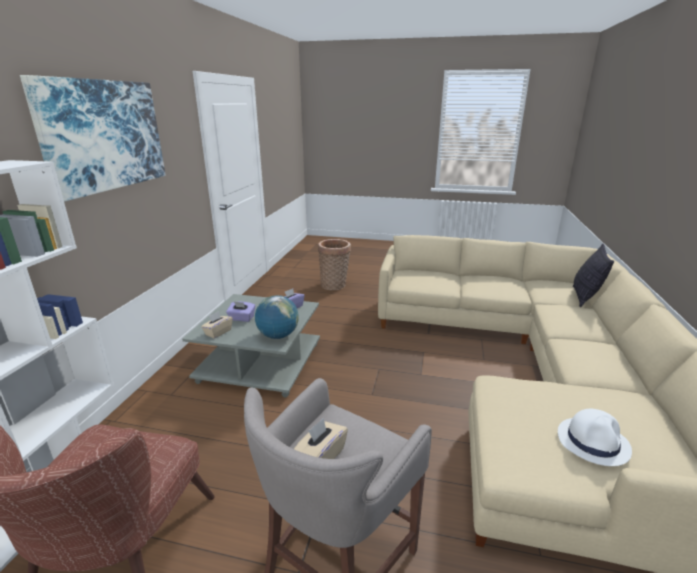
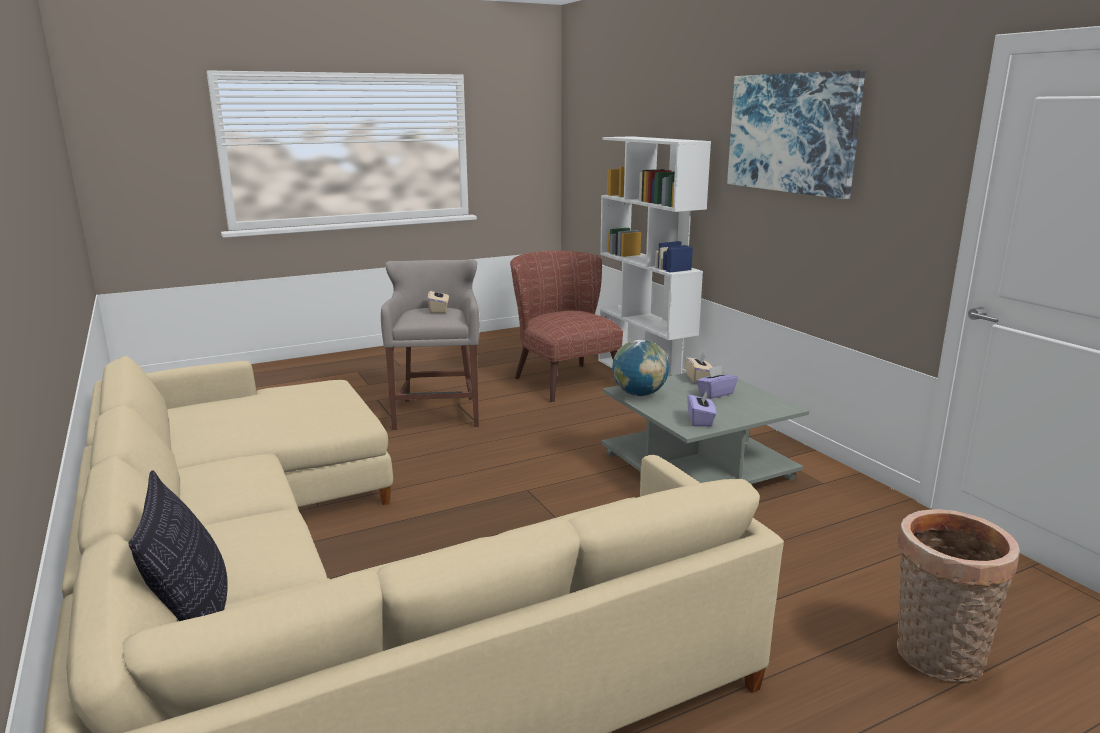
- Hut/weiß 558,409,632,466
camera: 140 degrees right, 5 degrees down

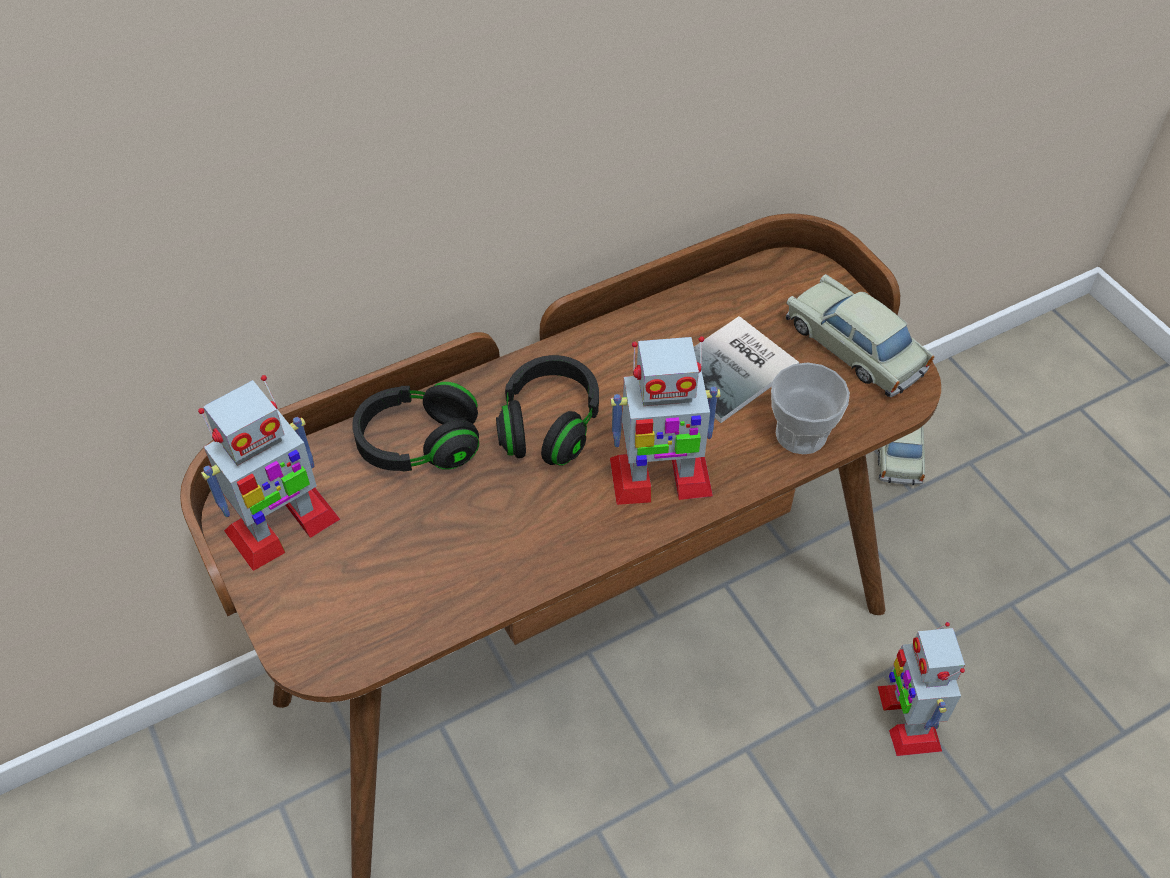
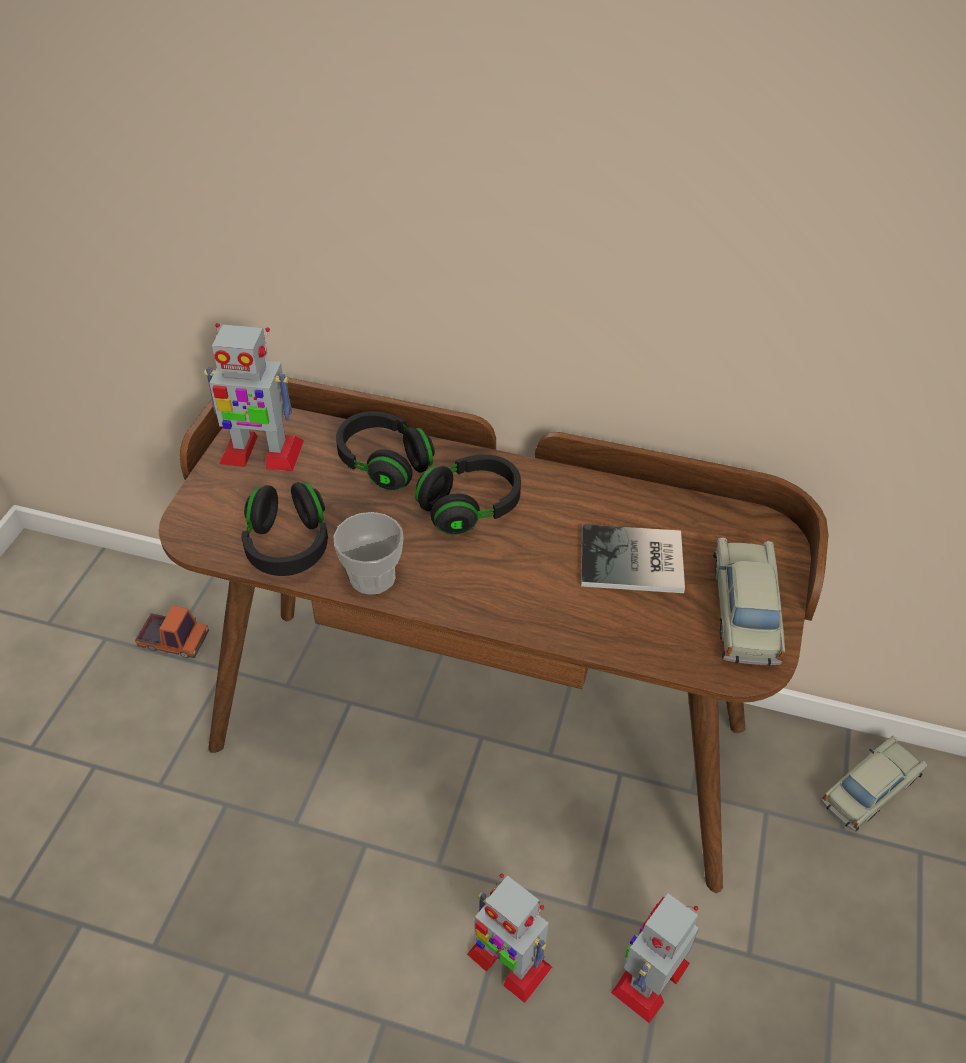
~ Spielzeugroboter 610,336,720,505 to 467,874,552,1003
~ Tasse 771,362,850,454 to 334,512,404,595
+ Kopfhörer/schwarz 241,482,328,576
+ Spielzeuglaster 135,606,209,658
camera: 45 degrees right, 5 degrees down

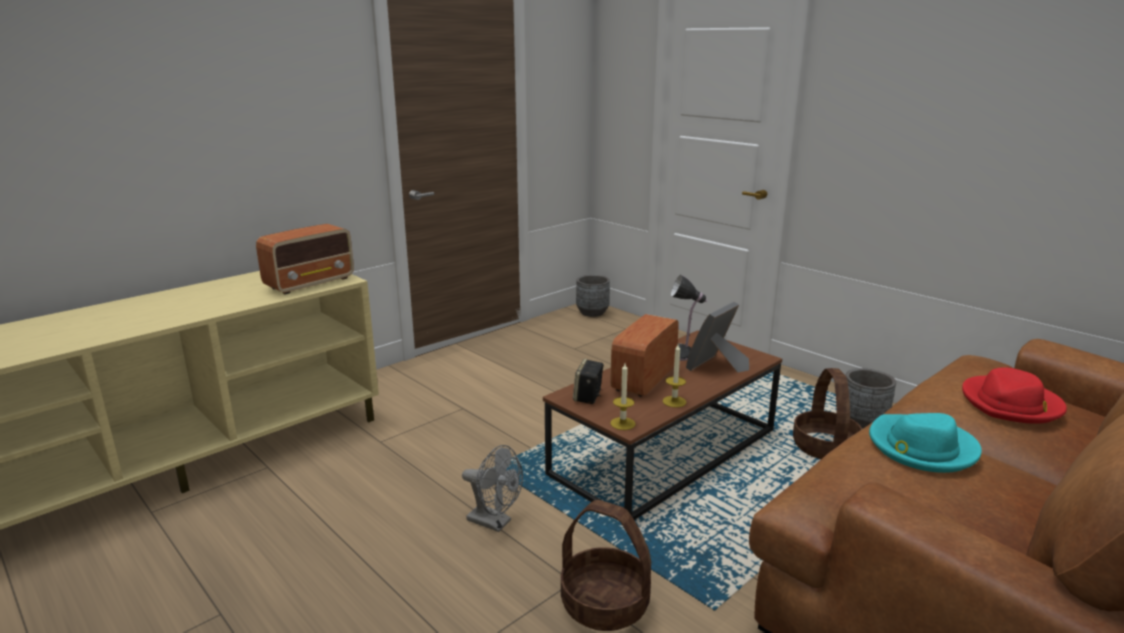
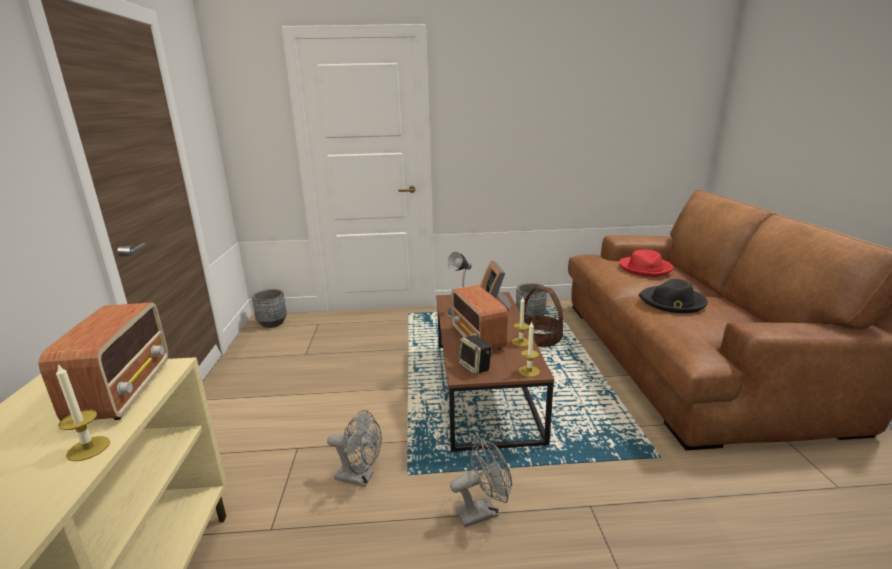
~ Hut/türkis 869,413,982,473 to Hut/schwarz 639,279,708,313
- Korb 561,500,651,631
+ Kerze 56,364,110,461
+ Ventilator/grau 327,410,382,487
camera: 50 degrees left, 0 degrees up

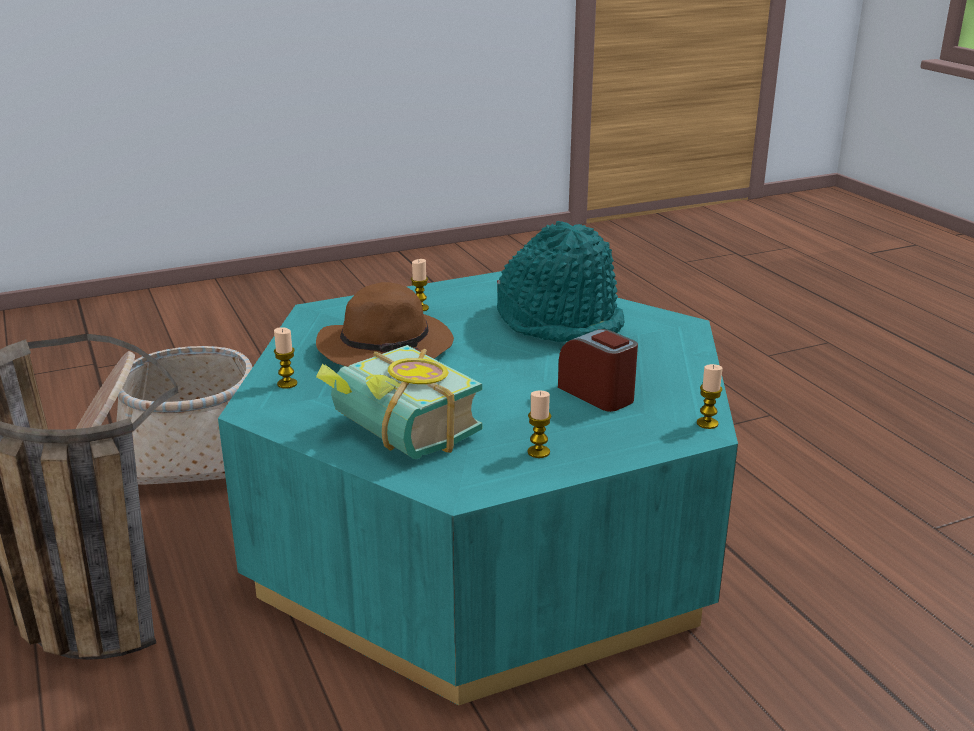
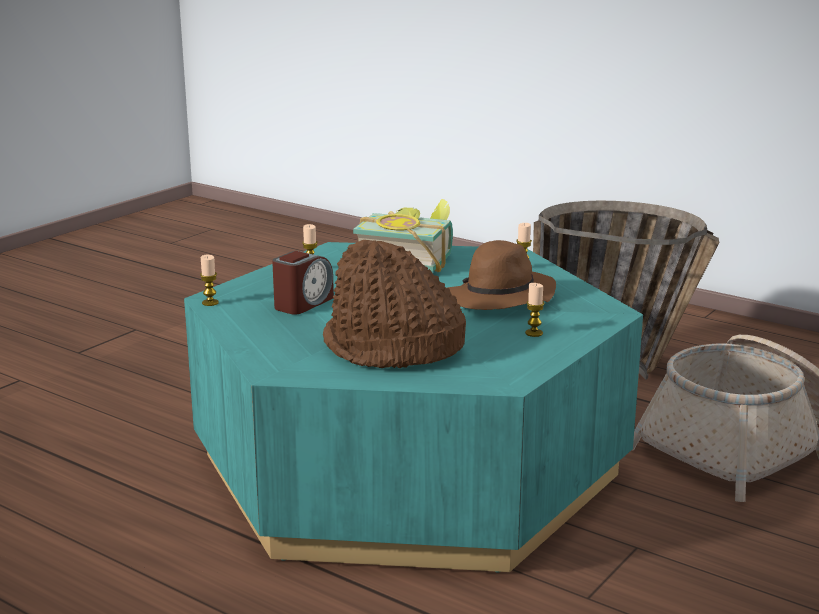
~ Hut/türkis 497,221,625,342 to Hut/braun 323,240,466,368
~ Wecker 558,329,638,412 = 272,251,334,315 75 degrees counterclockwise
camera: 150 degrees right, 5 degrees down

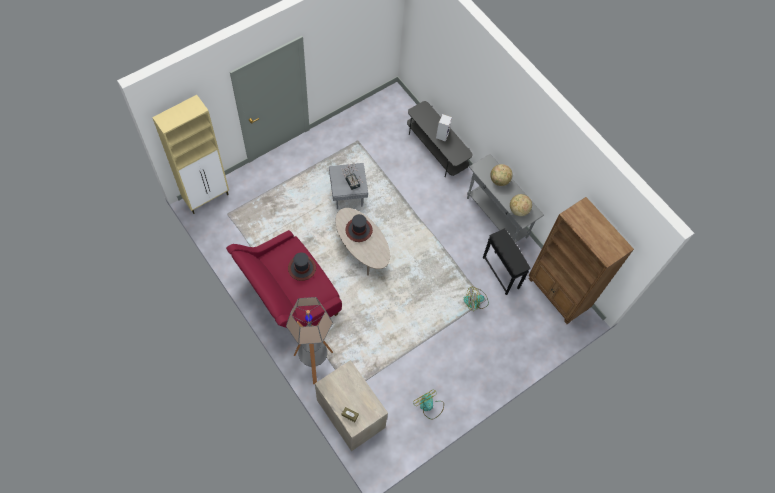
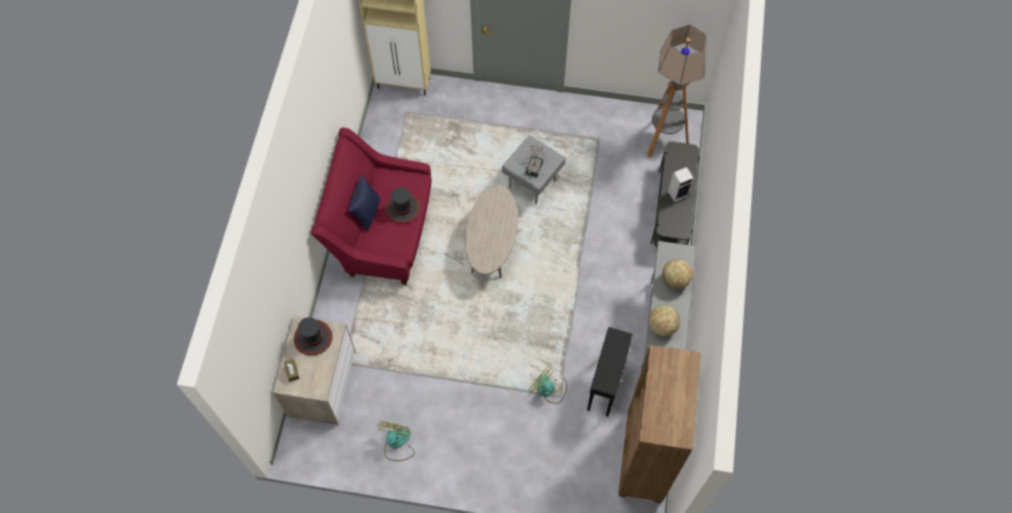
~ Hut 345,214,373,242 to 294,317,332,356
~ Stehlampe 286,297,333,384 to 647,24,707,158
+ Kissen/blau 348,175,380,232
camera: 50 degrees right, 0 degrees up

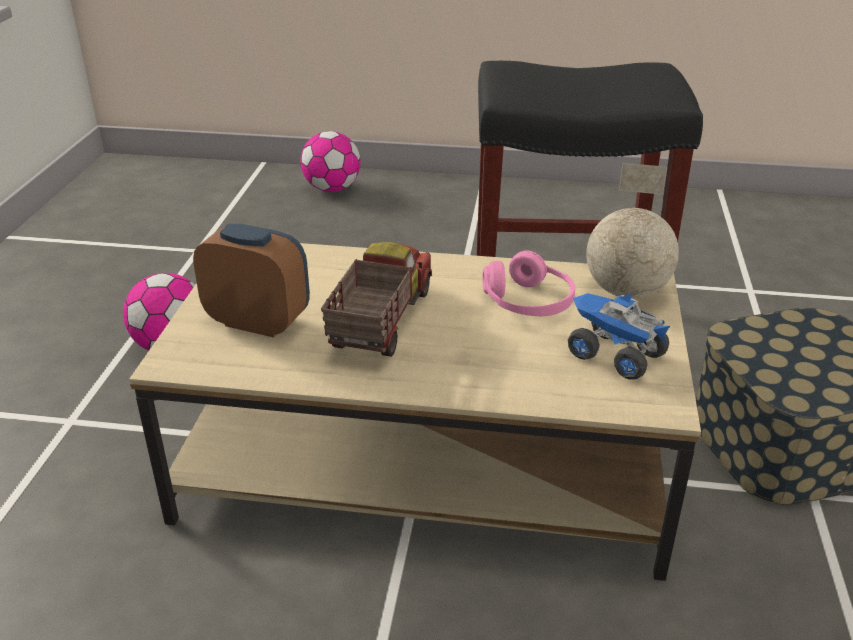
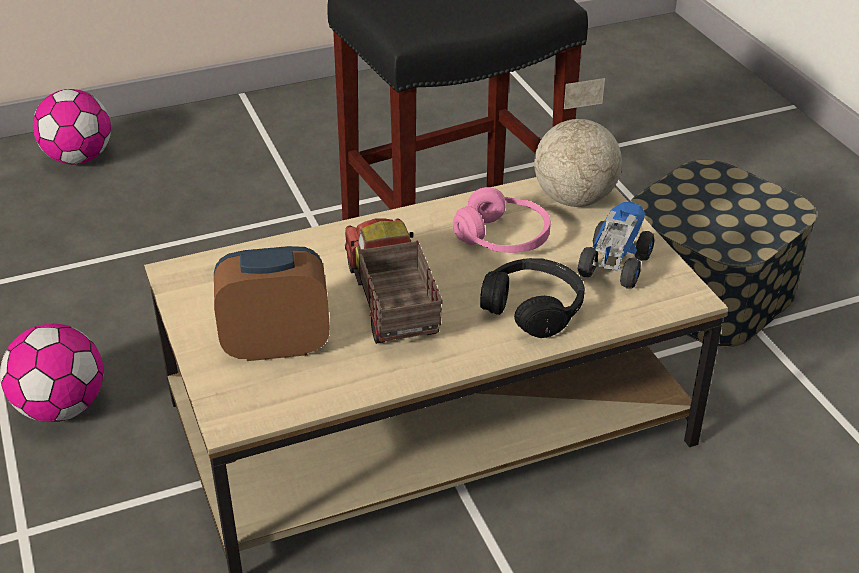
~ Spielzeuglaster 568,293,670,380 = 578,202,655,288 105 degrees clockwise
+ Kopfhörer/schwarz 480,258,585,338
camera: 30 degrees left, 5 degrees up

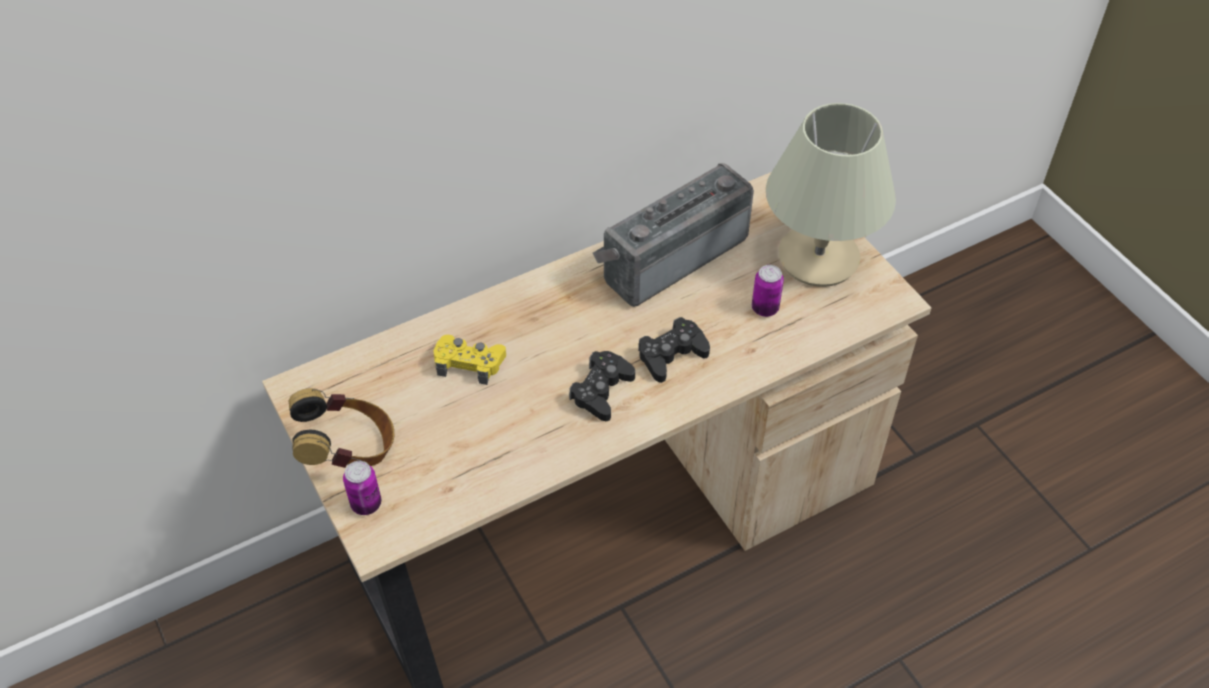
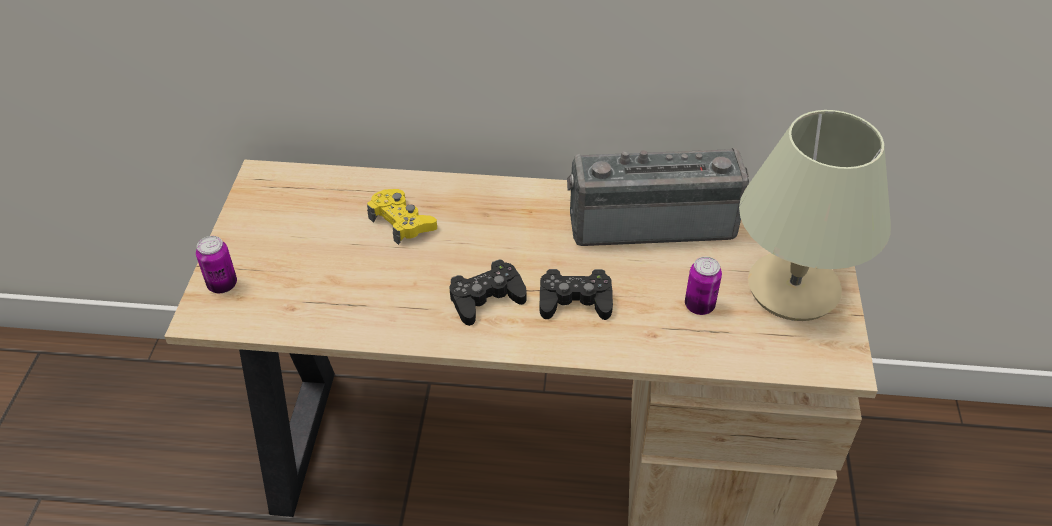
- Kopfhörer 289,388,395,468
camera: 35 degrees right, 5 degrees down

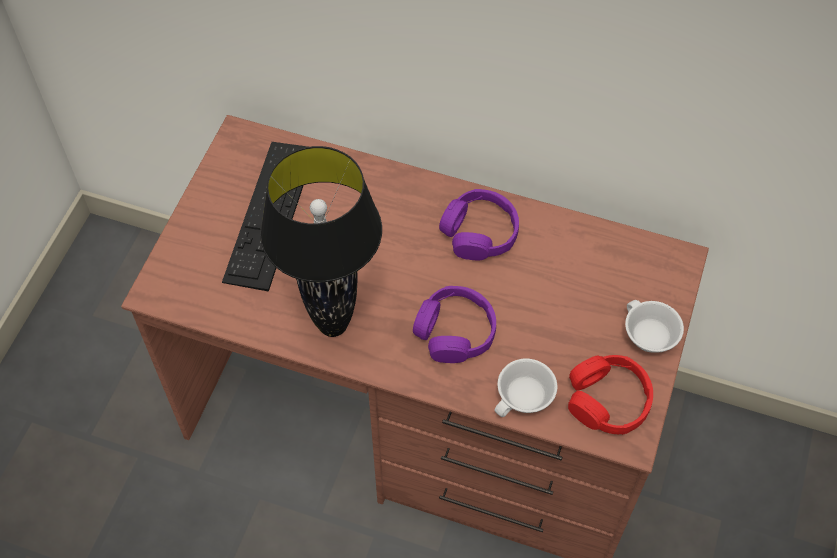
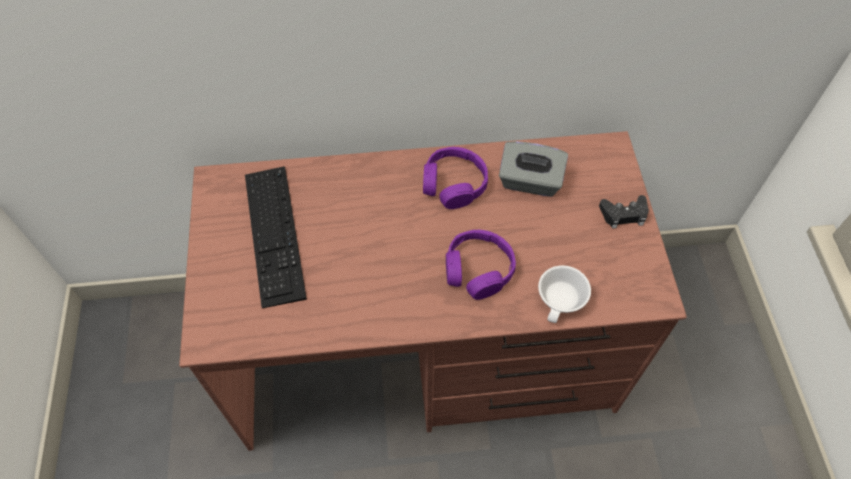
- Tischlampe/schwarz 260,146,382,337
~ Tasse/weiß 625,300,684,353 to Gamepad/schwarz 599,195,649,229
- Kopfhörer/rot 568,355,653,435
+ Taschentuchbox/grau 499,141,568,197
camera: 25 degrees left, 0 degrees up

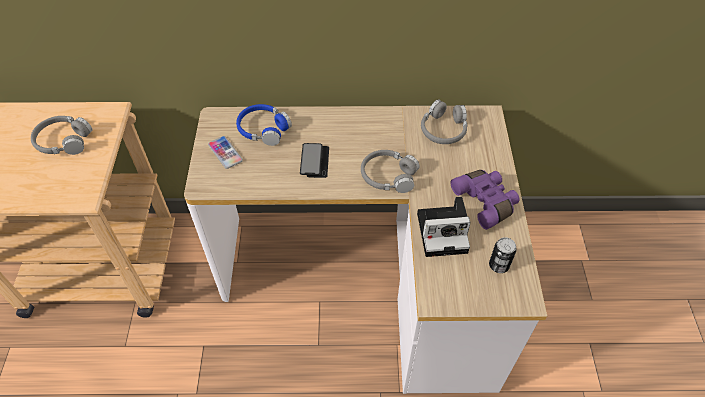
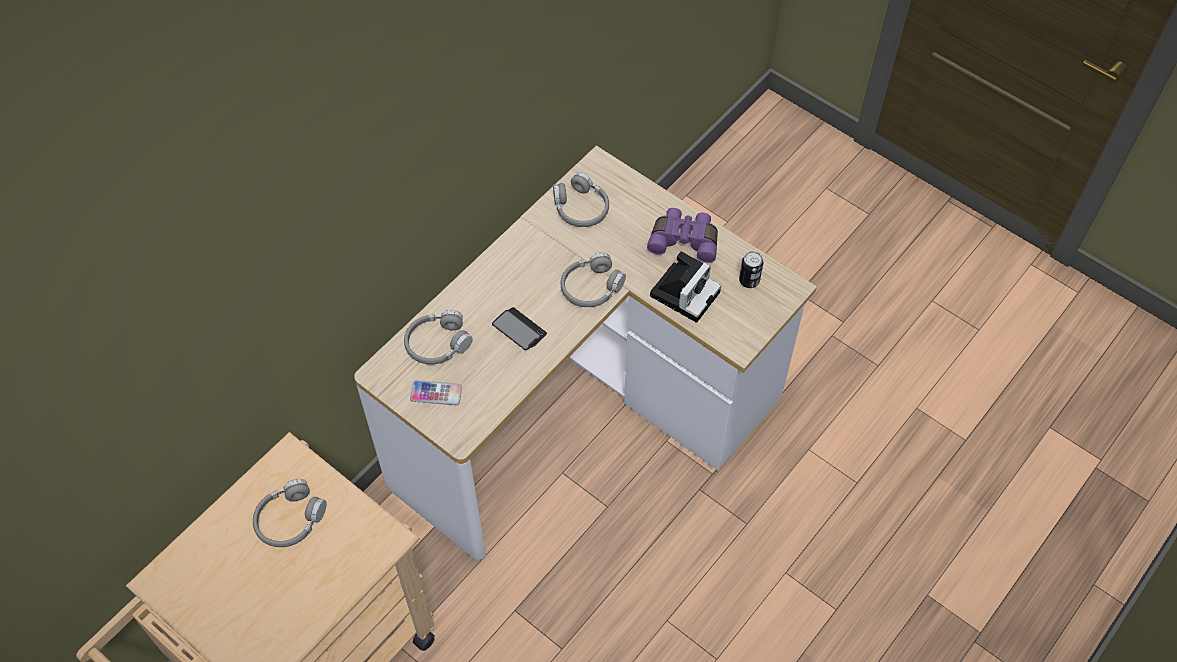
~ Kopfhörer/blau 236,104,292,146 to Kopfhörer/grau 404,310,473,365
camera: 50 degrees left, 5 degrees up

